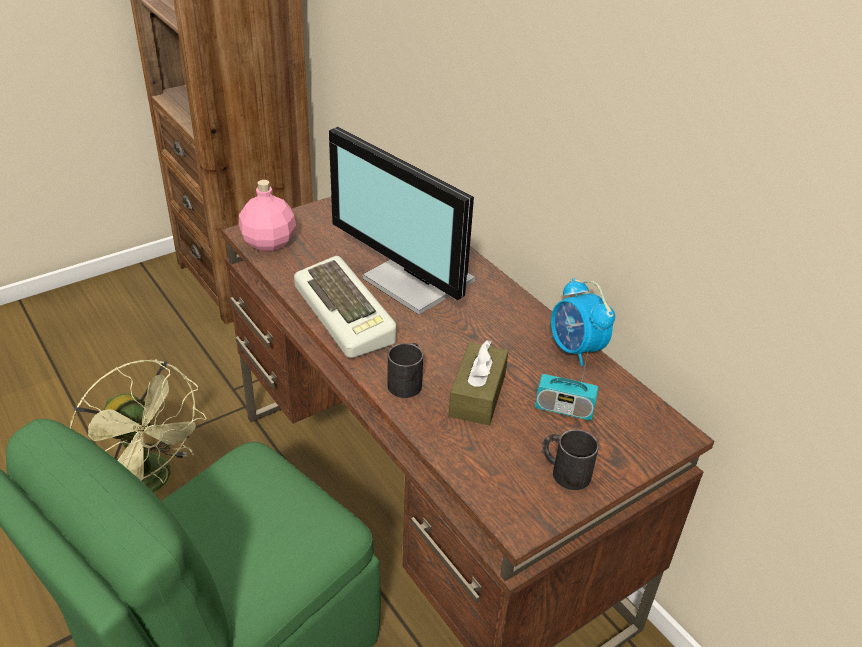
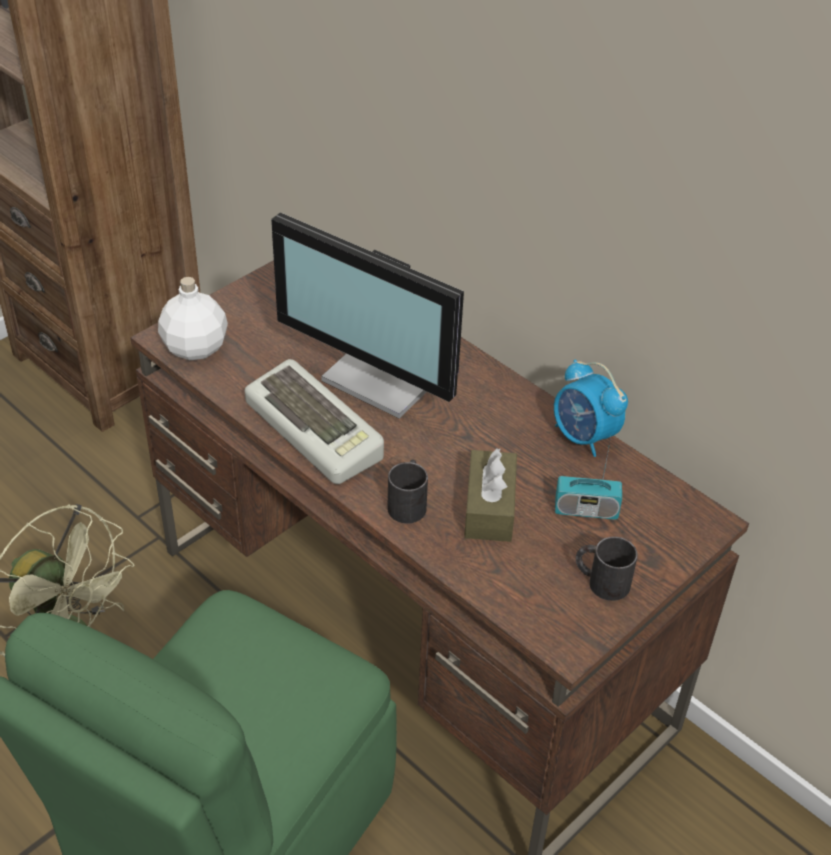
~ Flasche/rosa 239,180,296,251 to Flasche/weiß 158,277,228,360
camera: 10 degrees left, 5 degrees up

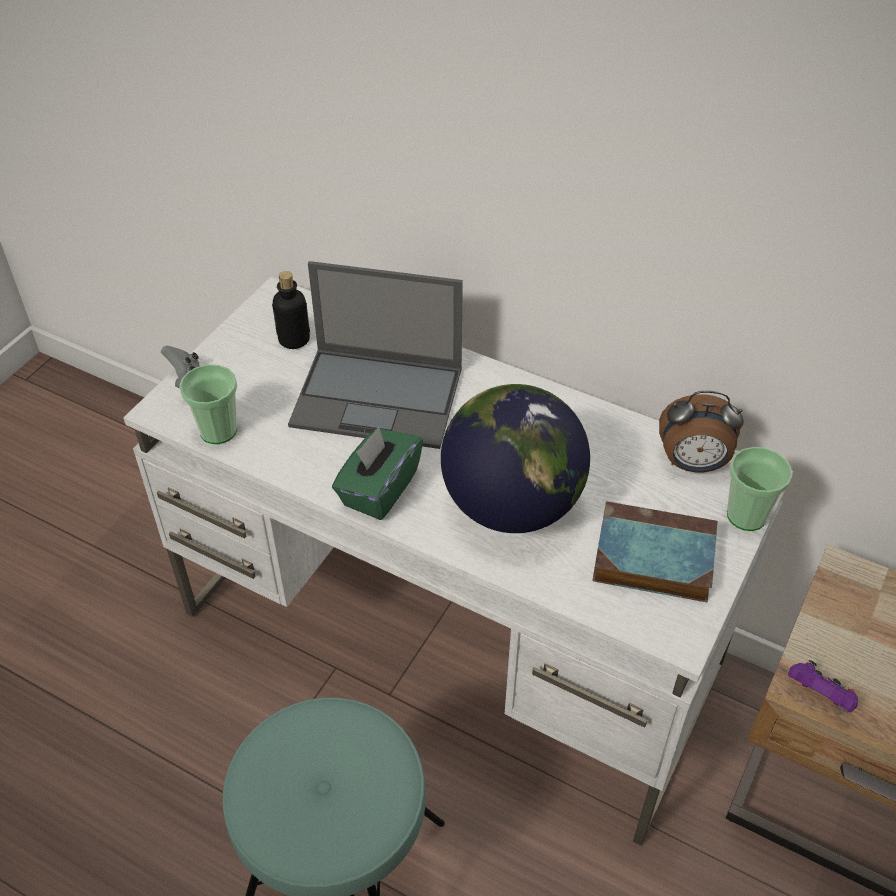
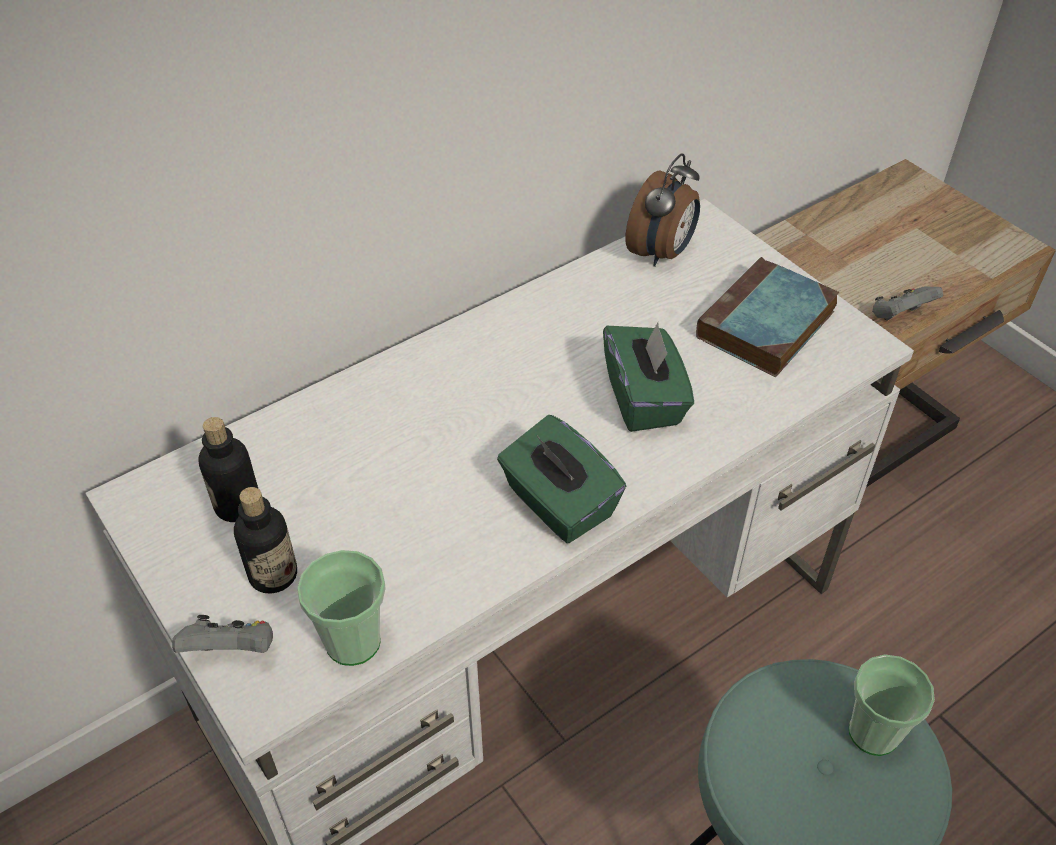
- Laptop 288,261,463,449
~ Globus 441,384,590,533 to Taschentuchbox/grün 603,322,694,432
~ Tasse 727,447,792,531 to 849,654,935,756
~ Gamepad/lila 788,660,858,712 to Gamepad/grau 872,287,943,321
+ Flasche 234,487,297,594
camera: 65 degrees left, 0 degrees up

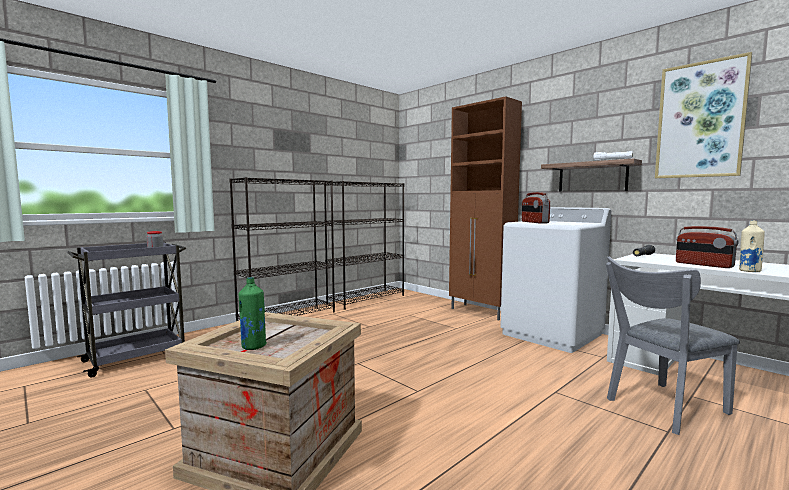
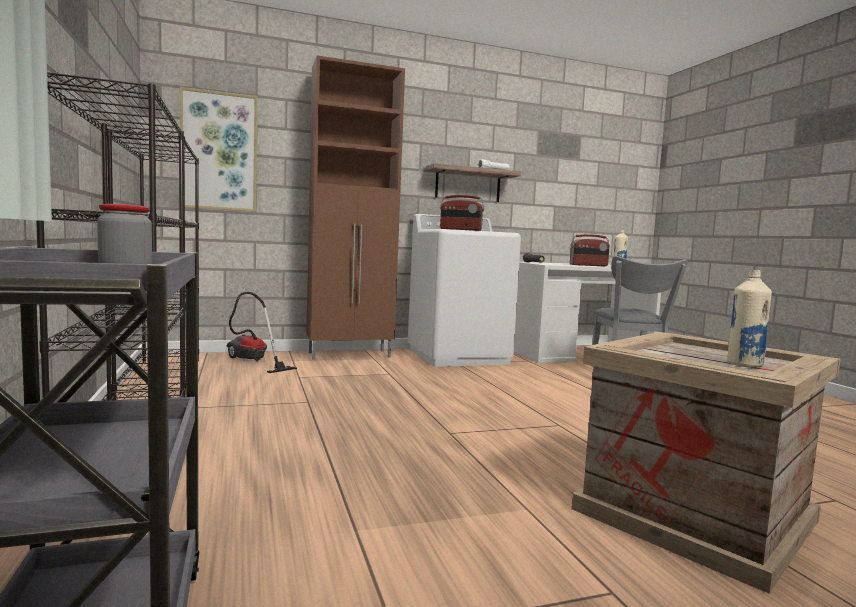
~ Bild 655,52,752,178 to 180,87,258,212
~ Flasche/grün 239,277,267,350 to Flasche/beige 727,270,772,368
+ Staubsauger 227,292,297,373
camera: 65 degrees left, 0 degrees up

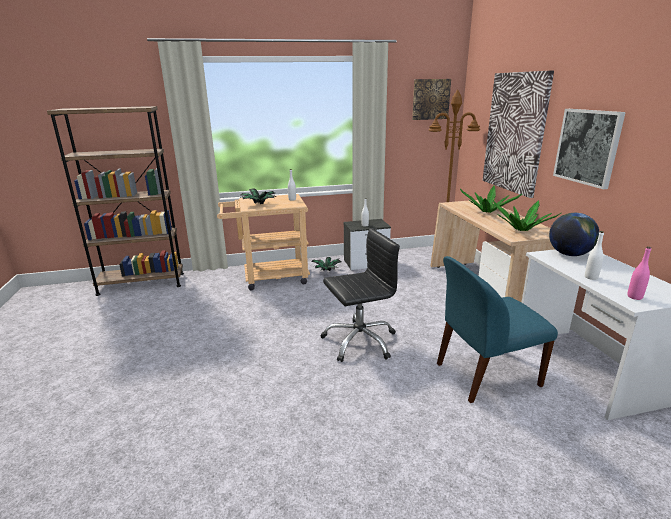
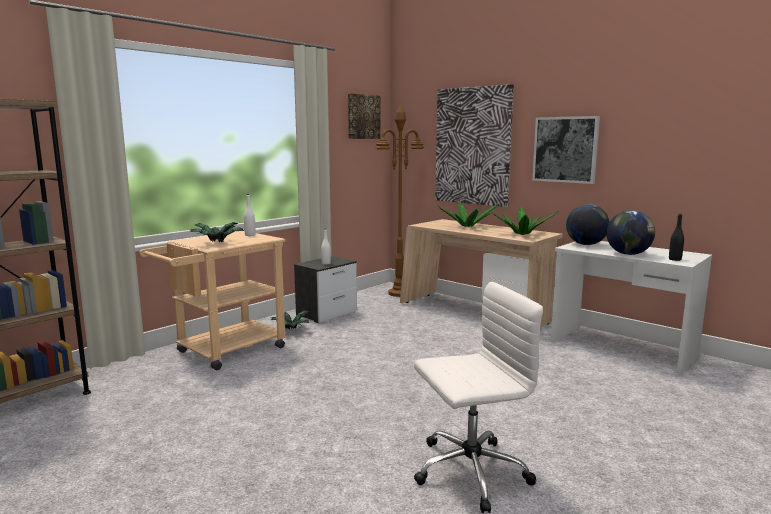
- Bürostuhl/schwarz 320,228,400,362
~ Flasche/weiß 585,231,604,280 to Globus 606,210,655,255
~ Flasche/rosa 627,247,651,300 to Flasche/schwarz 669,214,684,261
- Stuhl/blau 437,256,558,403
+ Bürostuhl/weiß 414,282,543,513
camera: 35 degrees left, 10 degrees down

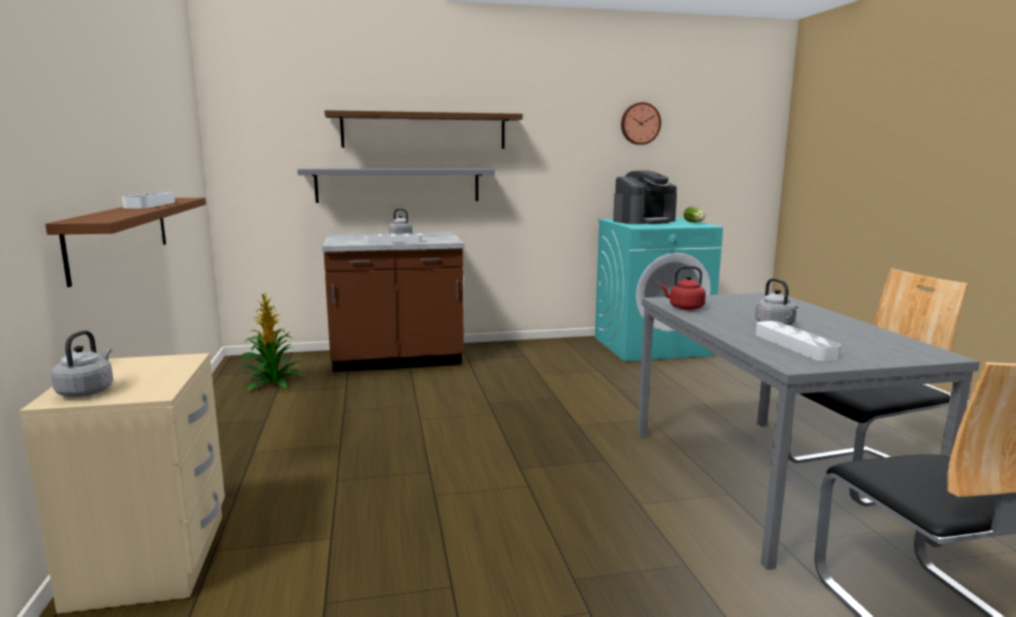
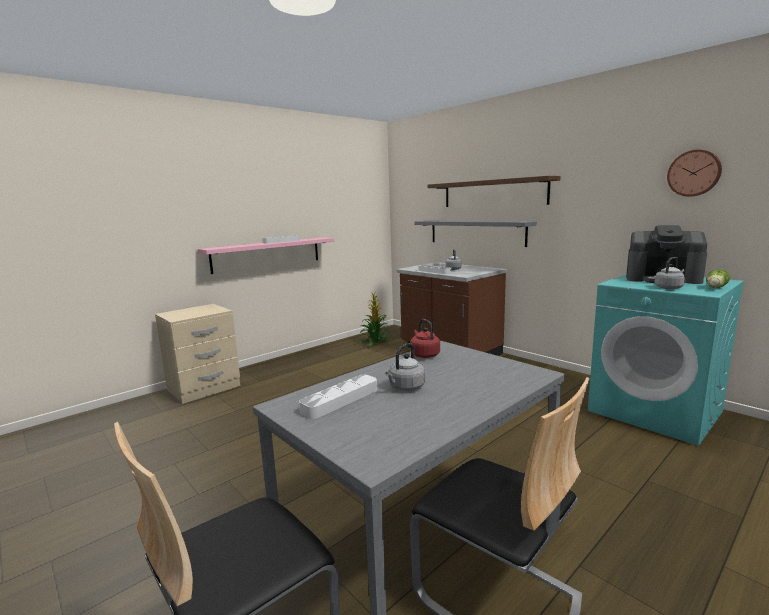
~ Wandregal/braun 45,198,206,287 to Wandregal/rosa 198,237,334,274
~ Wasserkessel/grau 51,330,113,397 to 655,257,685,289
camera: 60 degrees right, 0 degrees up

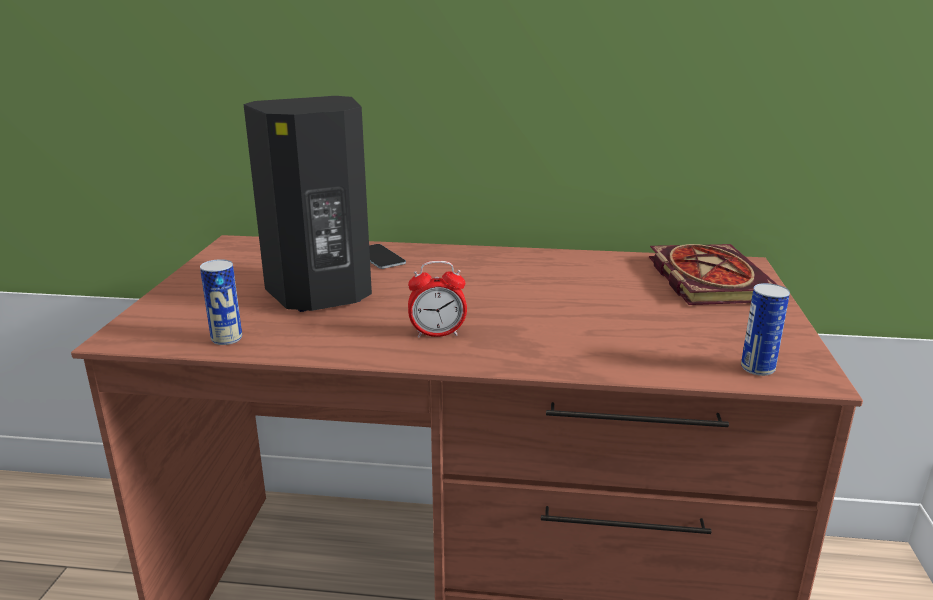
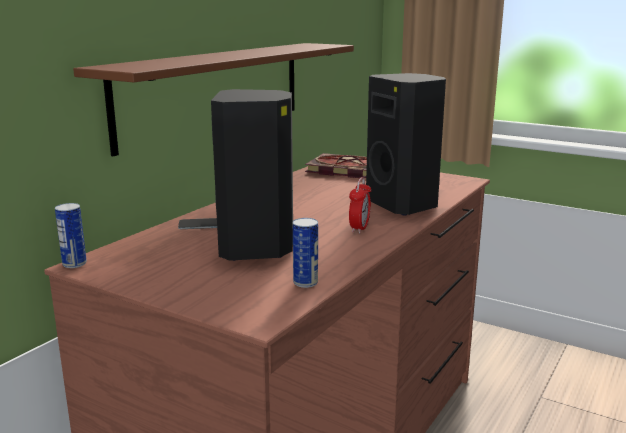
~ Dose 741,283,790,376 to 55,203,87,268
+ Wandregal/braun 73,43,354,156
+ Lautsprecher/schwarz 366,73,446,216
camera: 65 degrees left, 5 degrees down

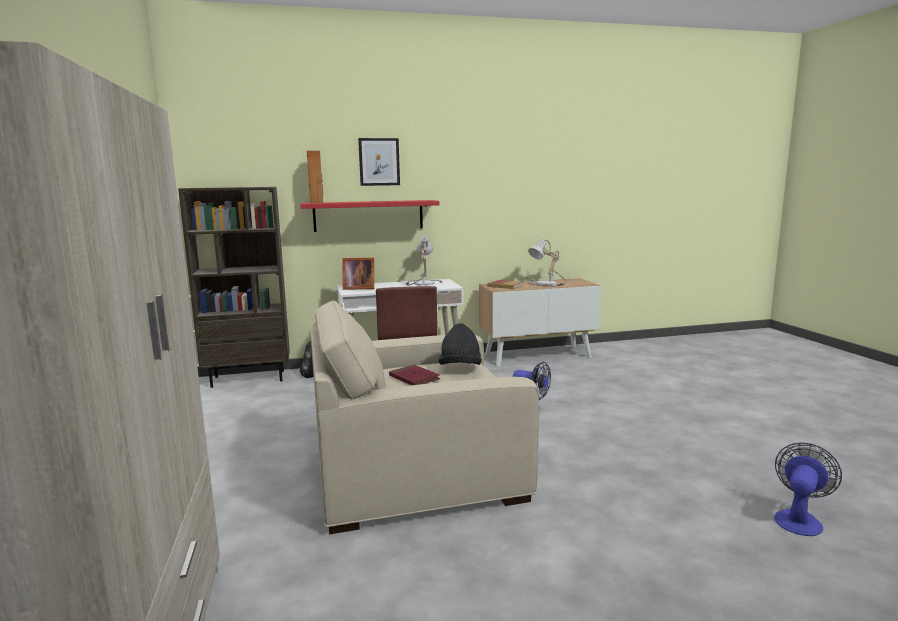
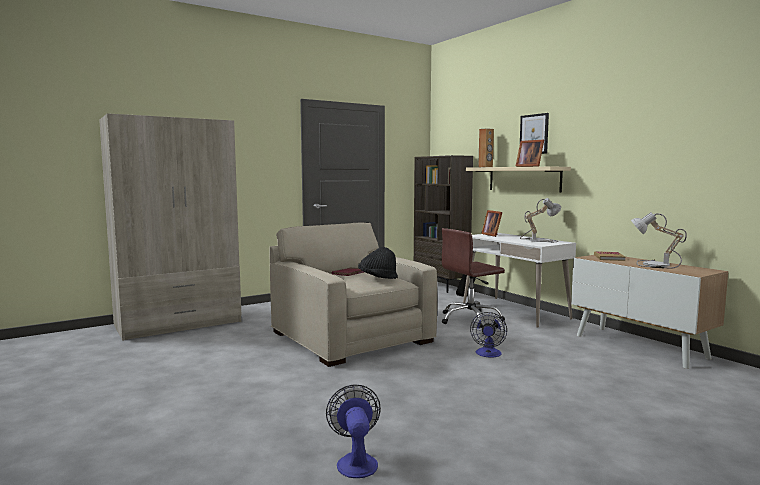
~ Wandregal/rot 300,200,439,232 to Wandregal/beige 466,167,571,193
~ Ventilator 774,443,842,536 = 326,384,381,478 120 degrees counterclockwise
+ Bilderrahmen 516,140,544,167
camera: 70 degrees right, 5 degrees down

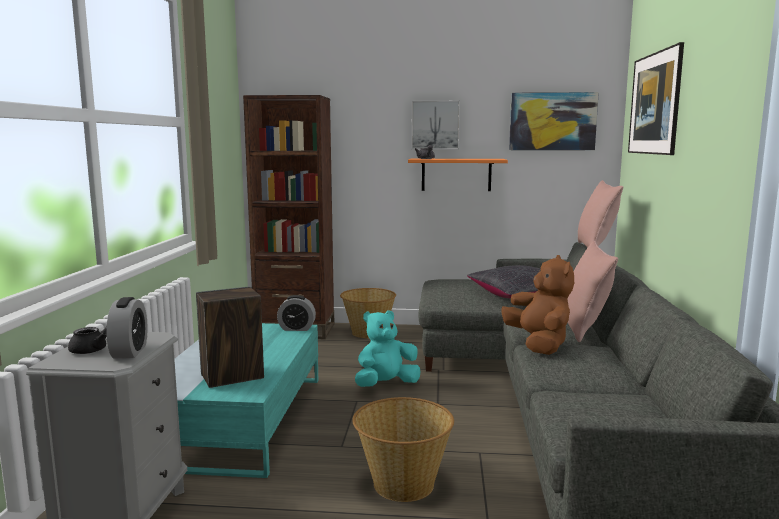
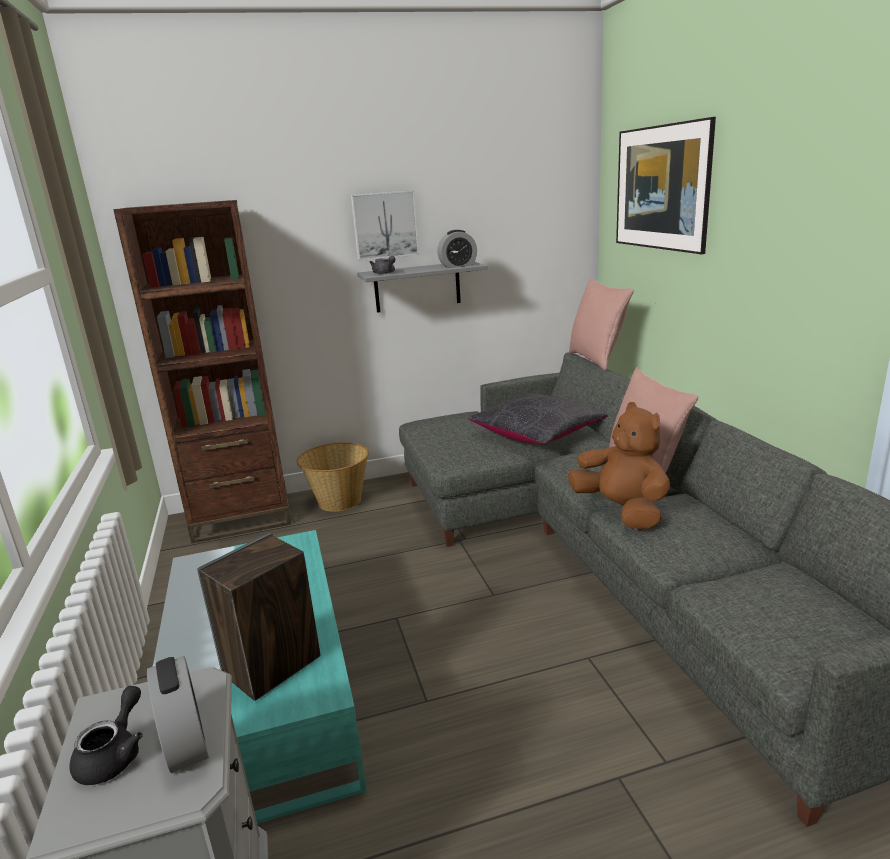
- Bild 509,92,599,150
~ Wandregal/orange 408,159,508,191 to Wandregal/grau 357,262,488,313
~ Wecker 277,295,316,331 to 437,230,477,268
- Plüschtier/türkis 355,310,420,387
- Korb 352,397,454,502
camera: 20 degrees left, 10 degrees up

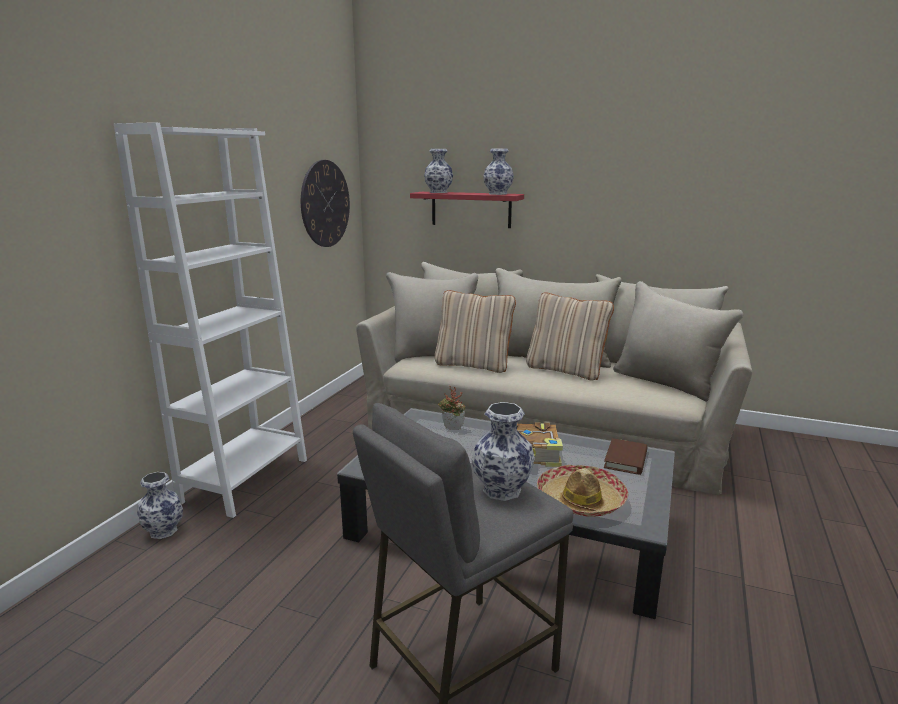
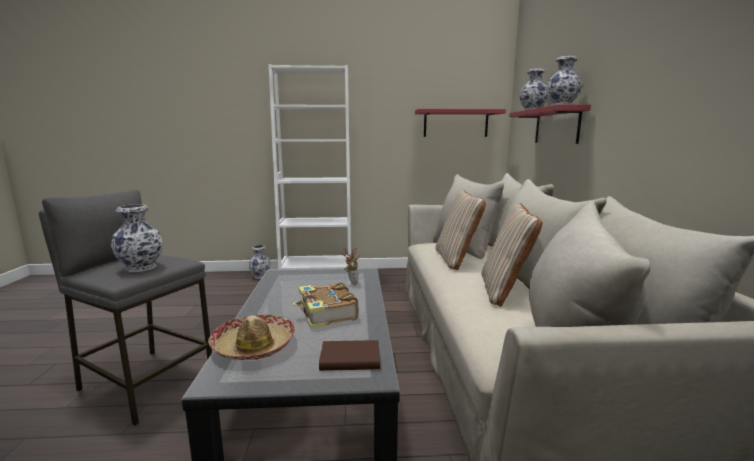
~ Wanduhr 301,160,350,247 to Wandregal/rot 415,109,506,137
camera: 65 degrees right, 5 degrees down

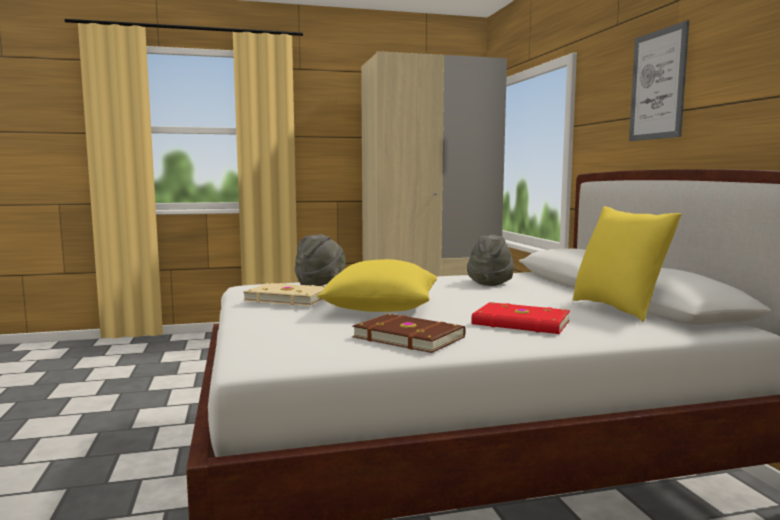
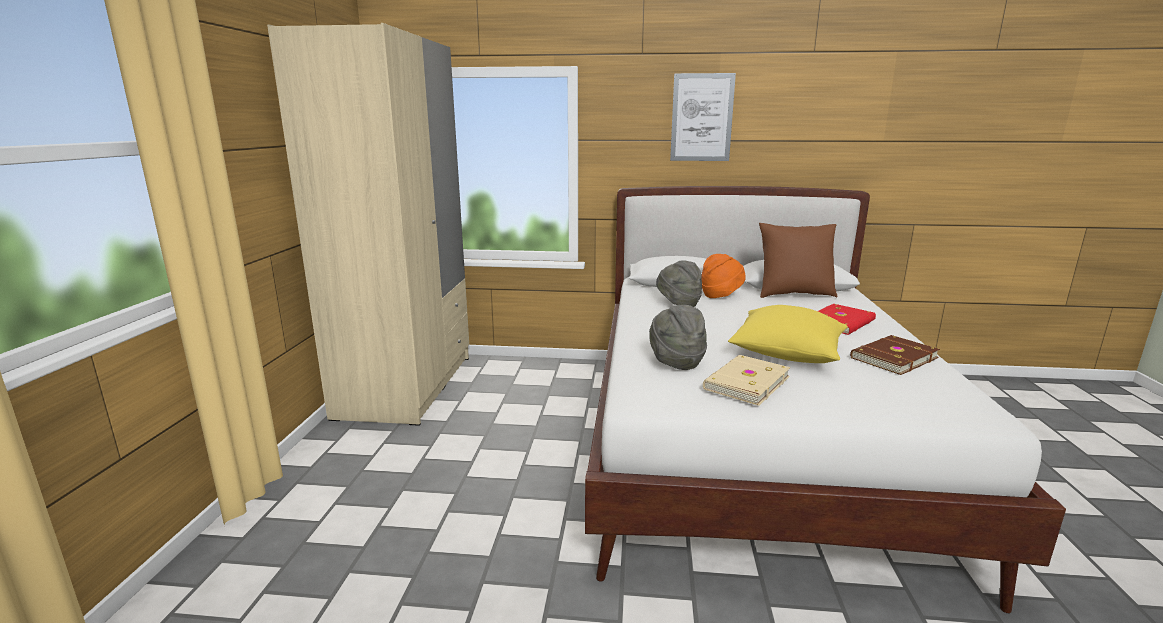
~ Kissen/gelb 573,206,682,322 to Kissen/braun 759,223,837,298
+ Hut/orange 701,254,746,298
camera: 70 degrees left, 10 degrees up

